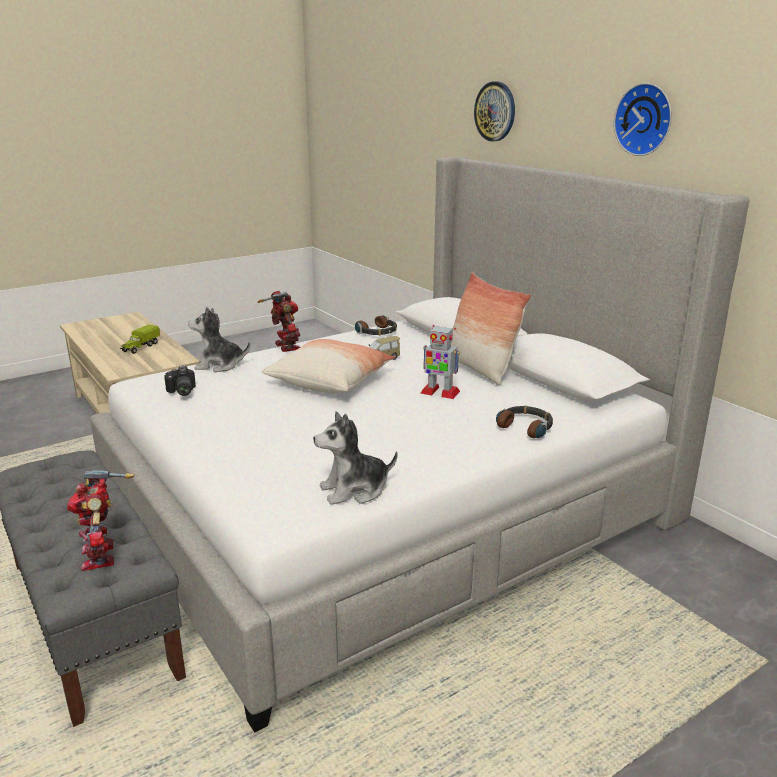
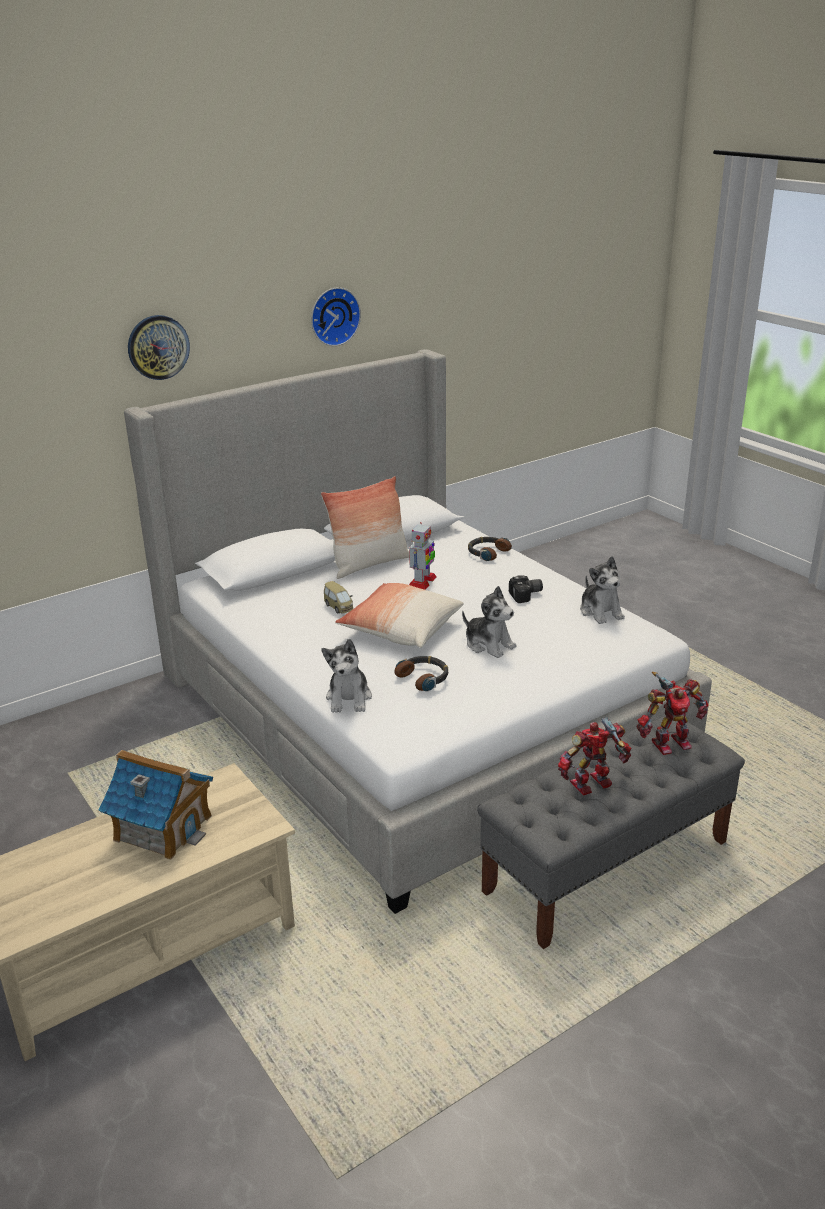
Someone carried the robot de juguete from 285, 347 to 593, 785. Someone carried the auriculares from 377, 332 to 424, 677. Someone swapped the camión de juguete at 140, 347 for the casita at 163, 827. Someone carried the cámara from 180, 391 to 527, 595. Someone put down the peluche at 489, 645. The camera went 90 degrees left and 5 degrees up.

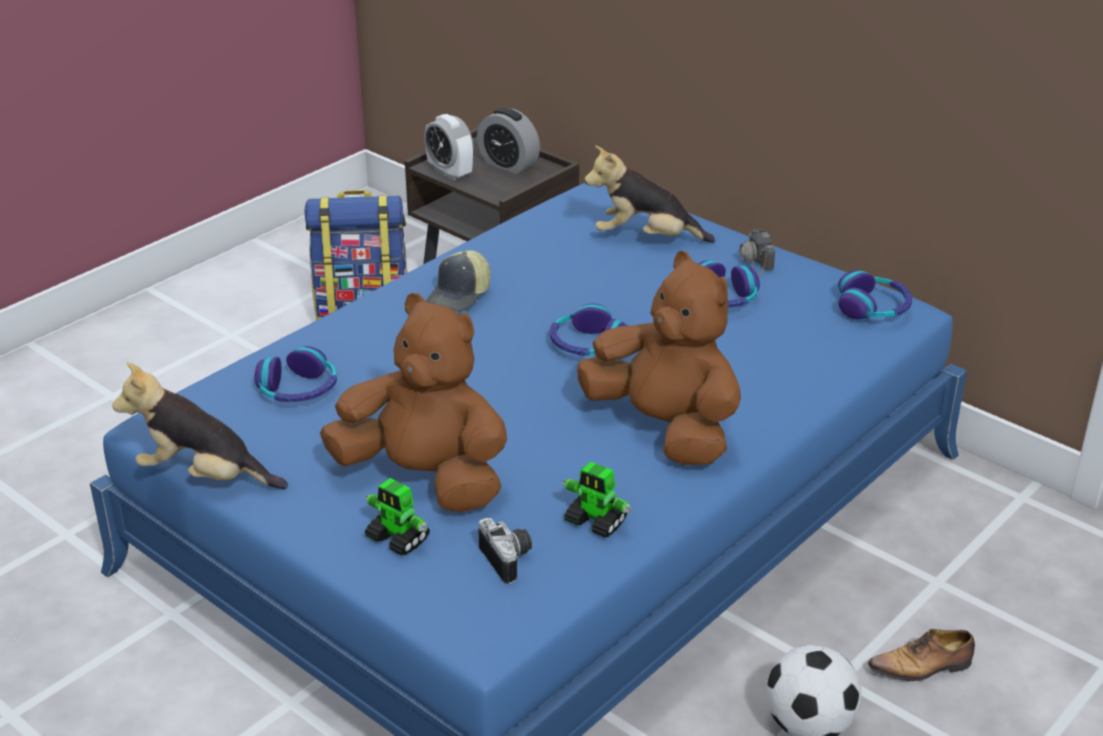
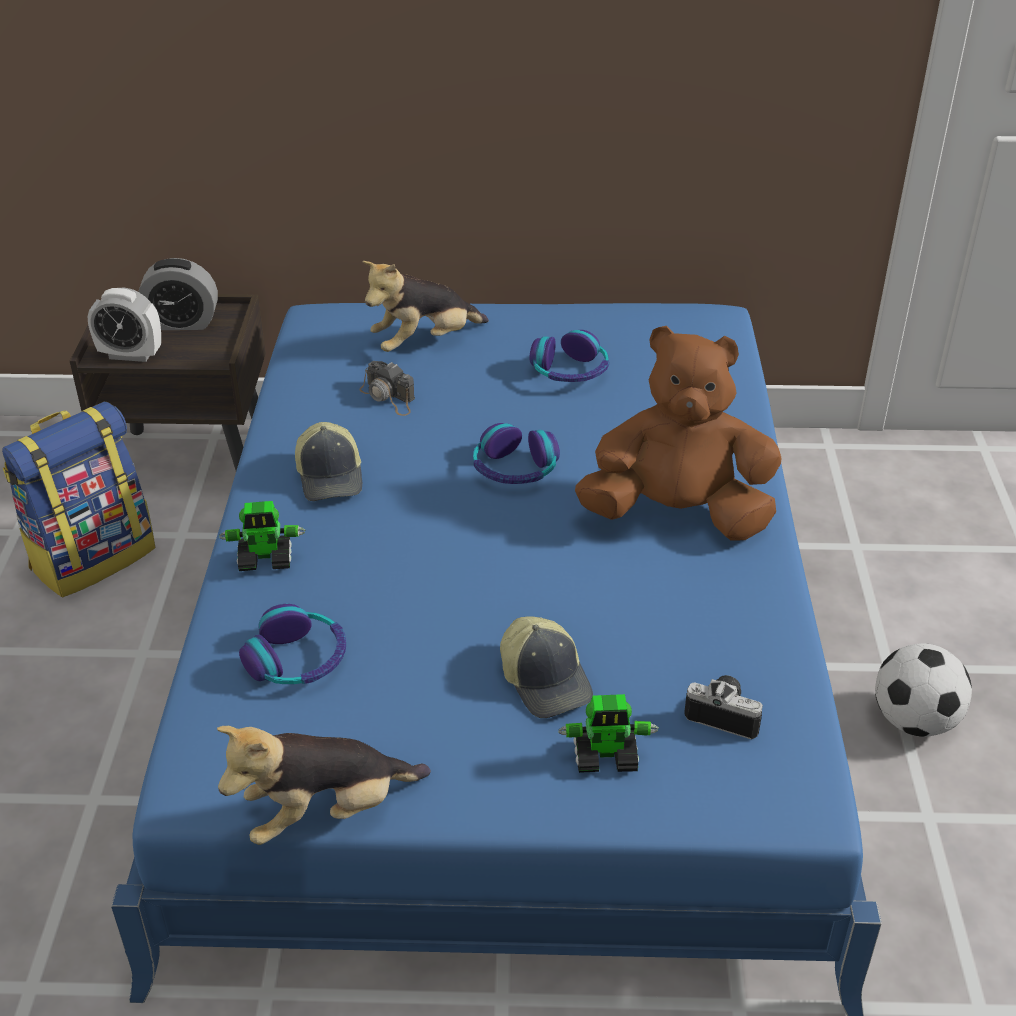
Someone carried the cámara from 755, 261 to 389, 397. Someone took away the auriculares at 873, 308. Someone swapped the peluche/marrón at 425, 478 for the gorra at 546, 680. Someone carried the robot de juguete from 596, 522 to 266, 560. Someone took away the zapato at 922, 667. The camera went 40 degrees left and 5 degrees up.

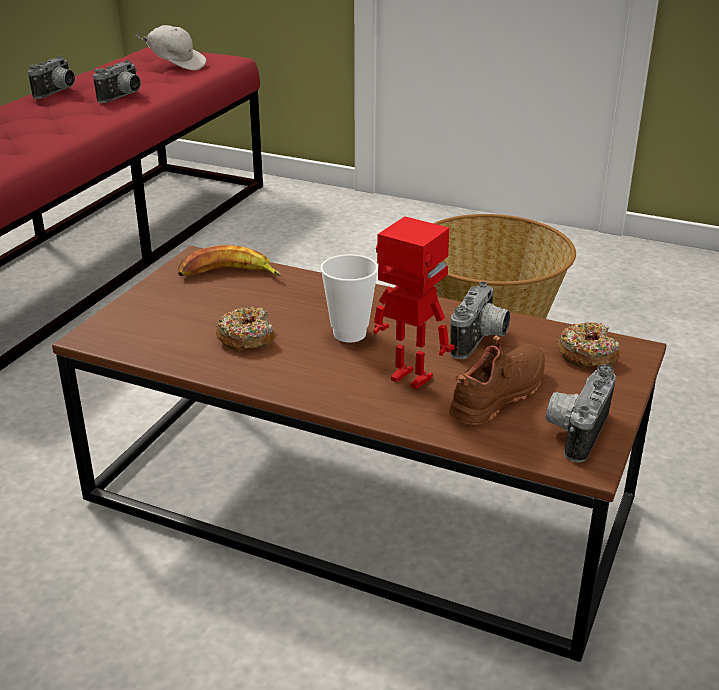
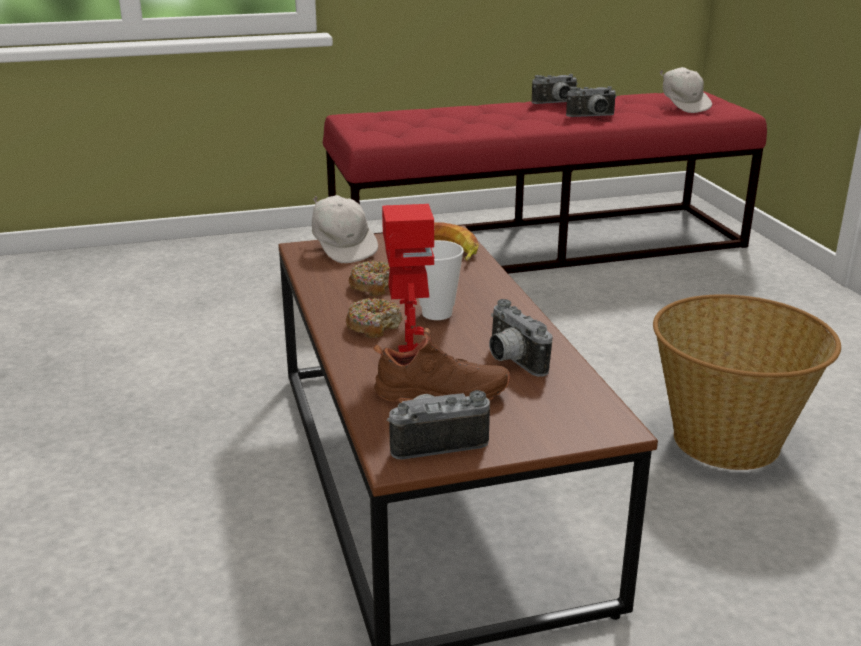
Someone rotated the cámara at 481, 341 by 75 degrees clockwise. Someone carried the rosquilla from 586, 354 to 373, 326. Someone put down the gorra/blanco at 343, 248. The camera went 50 degrees right and 5 degrees down.

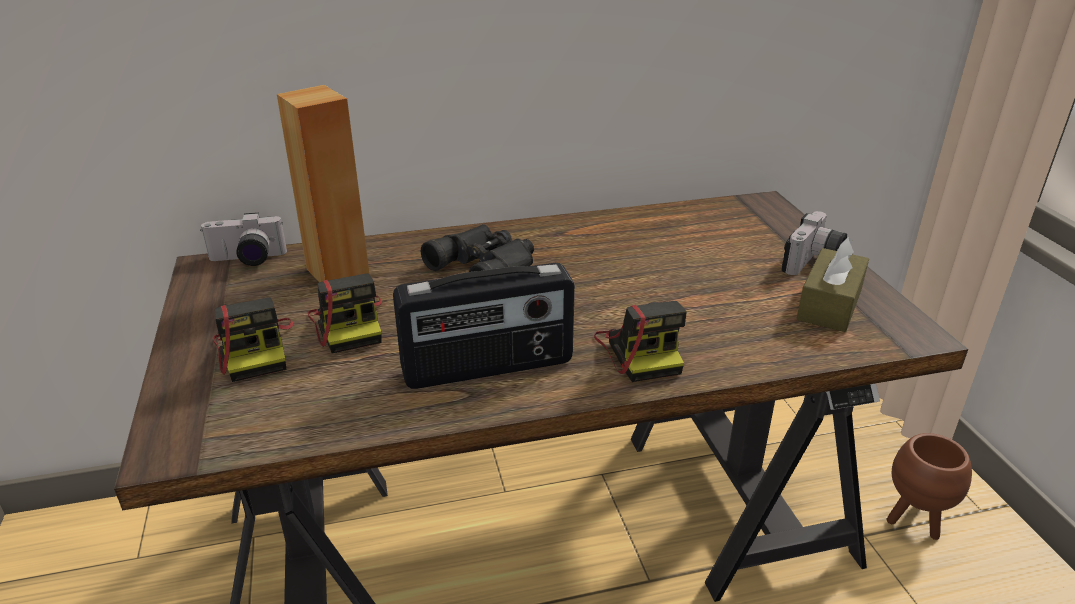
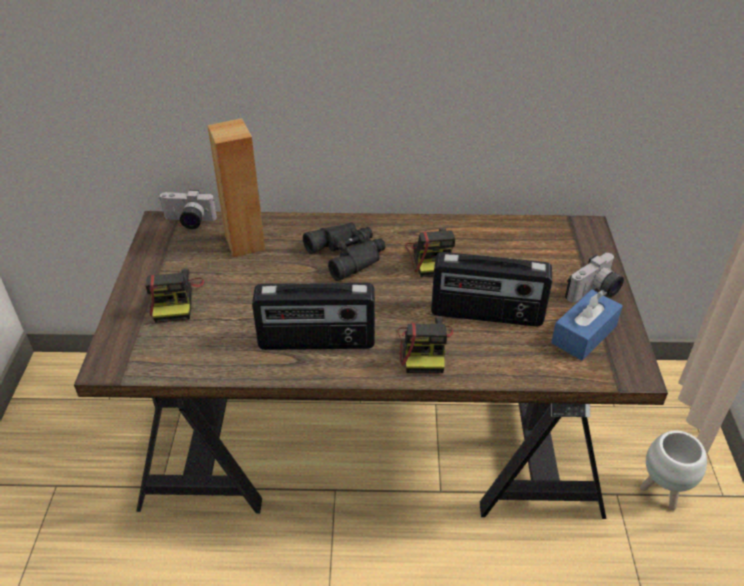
Someone repainted the caja de pañuelos/marrón at 829, 305, which became the caja de pañuelos/azul at 584, 334. Someone carried the cámara from 349, 324 to 432, 257. Someone repainted the maceta/marrón at 914, 522, which became the maceta/blanco at 662, 493. Someone put down the radio at 486, 314. The camera went 15 degrees right and 10 degrees up.

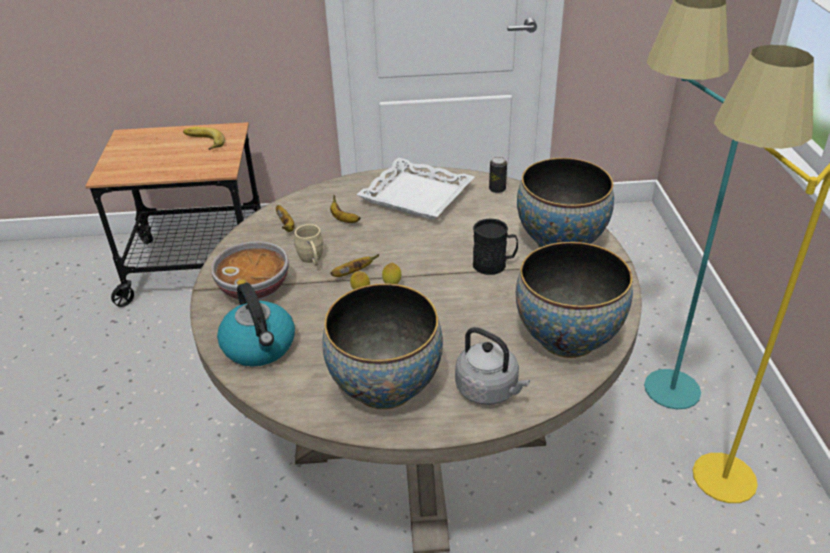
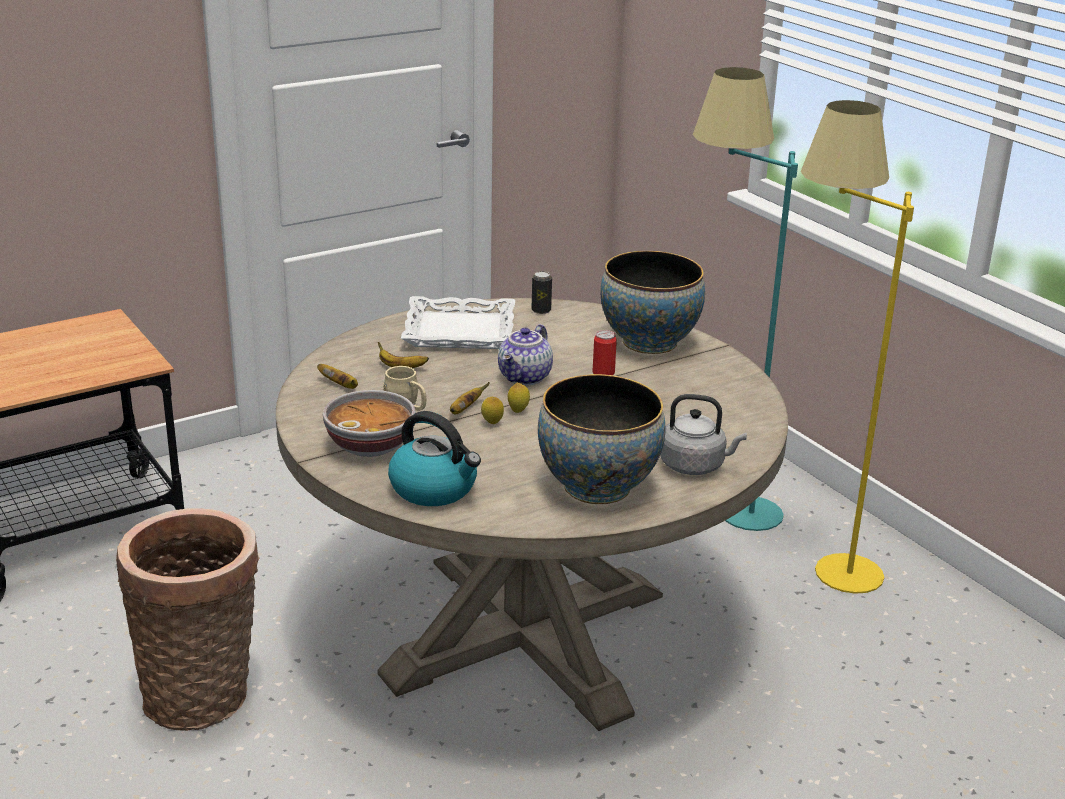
Someone took away the plátano at 202, 142. Someone swapped the taza grande/negro at 494, 264 for the lata at 603, 373. Someone took away the cuenco at 567, 338. Someone put down the tetera at 525, 378. Someone put down the cesta at 203, 695. The camera went 30 degrees left and 10 degrees down.

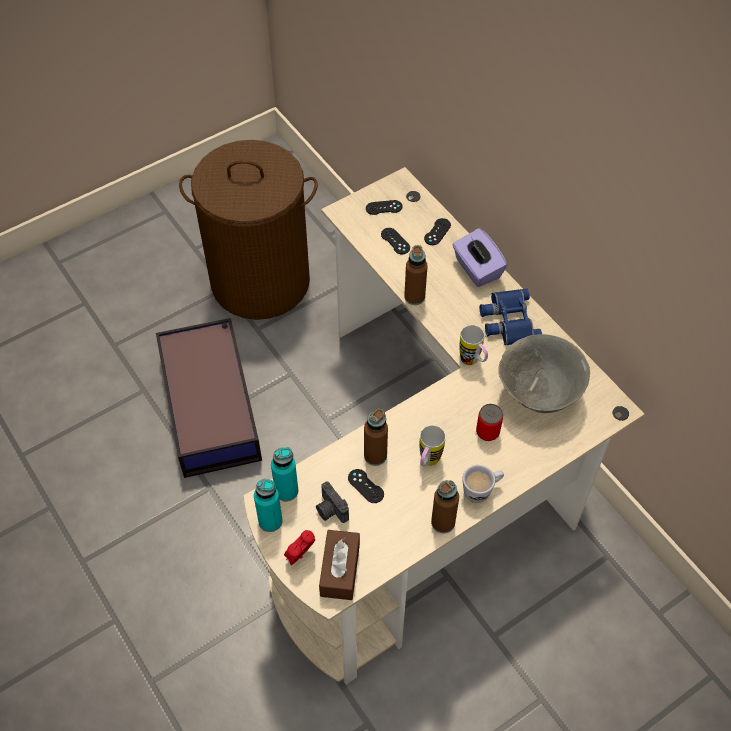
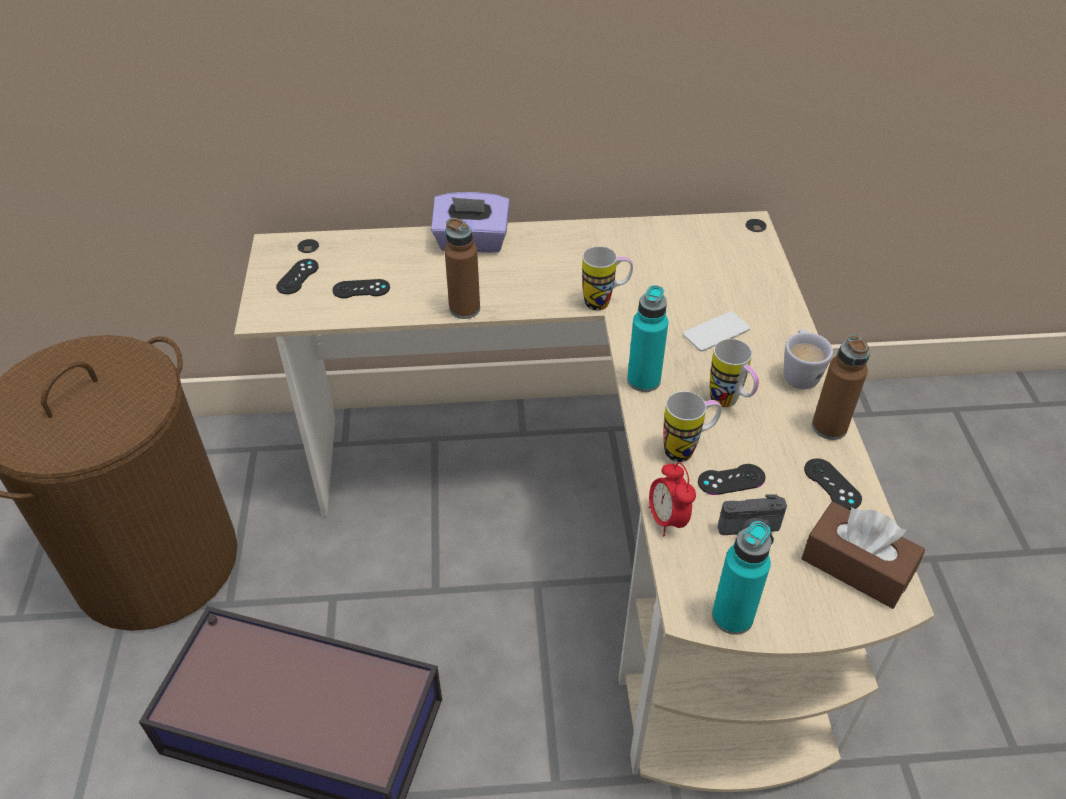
Someone carried the mando de consola/negro from 437, 232 to 832, 484. Someone took away the prismáticos/azul at 507, 320. Someone took away the cuenco/gris at 539, 394. Someone swapped the lata at 487, 432 for the móvil at 716, 332. Someone swapped the botella/marrón at 375, 455 for the taza grande at 687, 449. Someone carried the botella/turquesa from 286, 491 to 643, 380. Someone carried the despertador from 300, 556 to 667, 519. The camera went 60 degrees left and 10 degrees down.

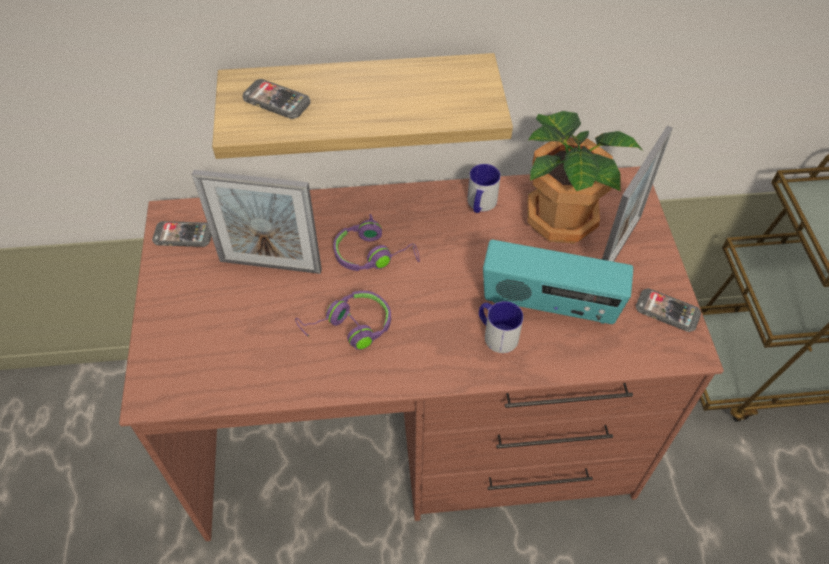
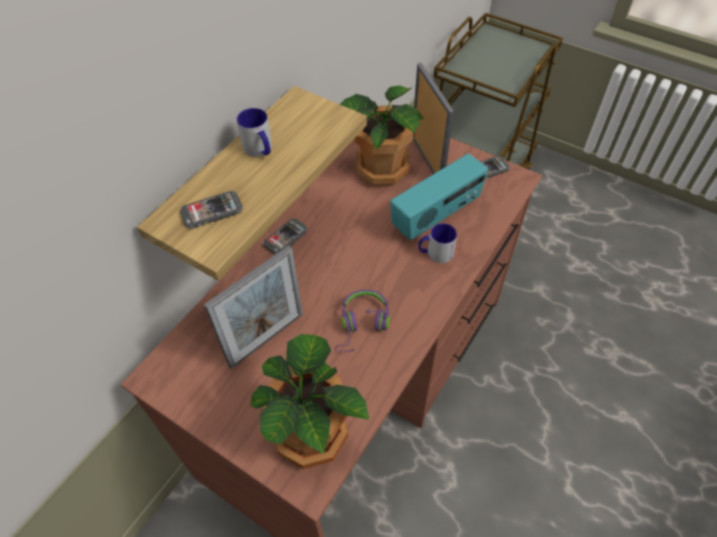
Someone carried the taza grande from 480, 204 to 260, 150. Someone took away the auriculares/morado at 374, 254. Someone carried the móvil from 183, 235 to 285, 237. Someone put down the planta en maceta at 313, 432. The camera went 50 degrees left and 0 degrees up.

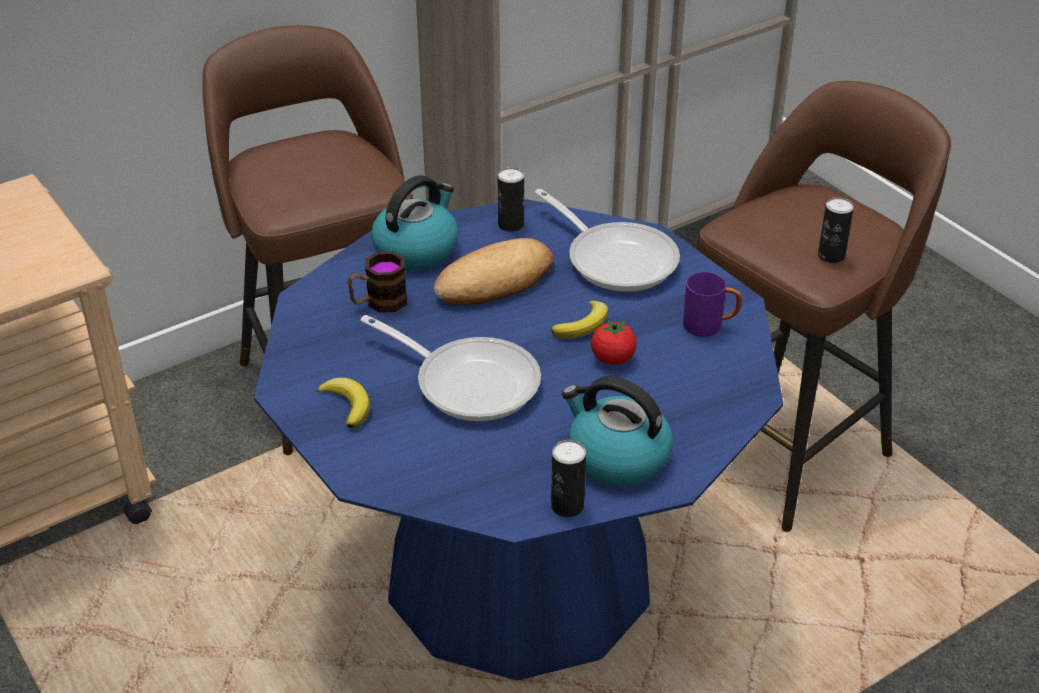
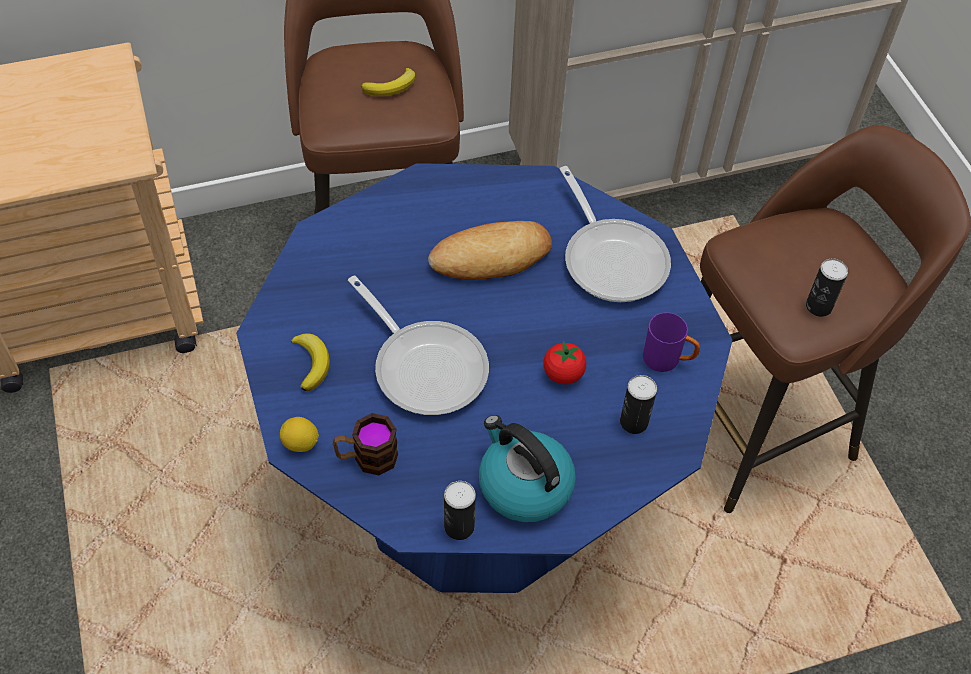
Someone carried the lata from 511, 225 to 634, 422. Someone took away the hervidor at 416, 249. Someone carried the taza grande from 378, 303 to 366, 457. Someone carried the plátano from 583, 325 to 391, 87. Someone put down the limón at 300, 443. The camera went 15 degrees right and 15 degrees up.

